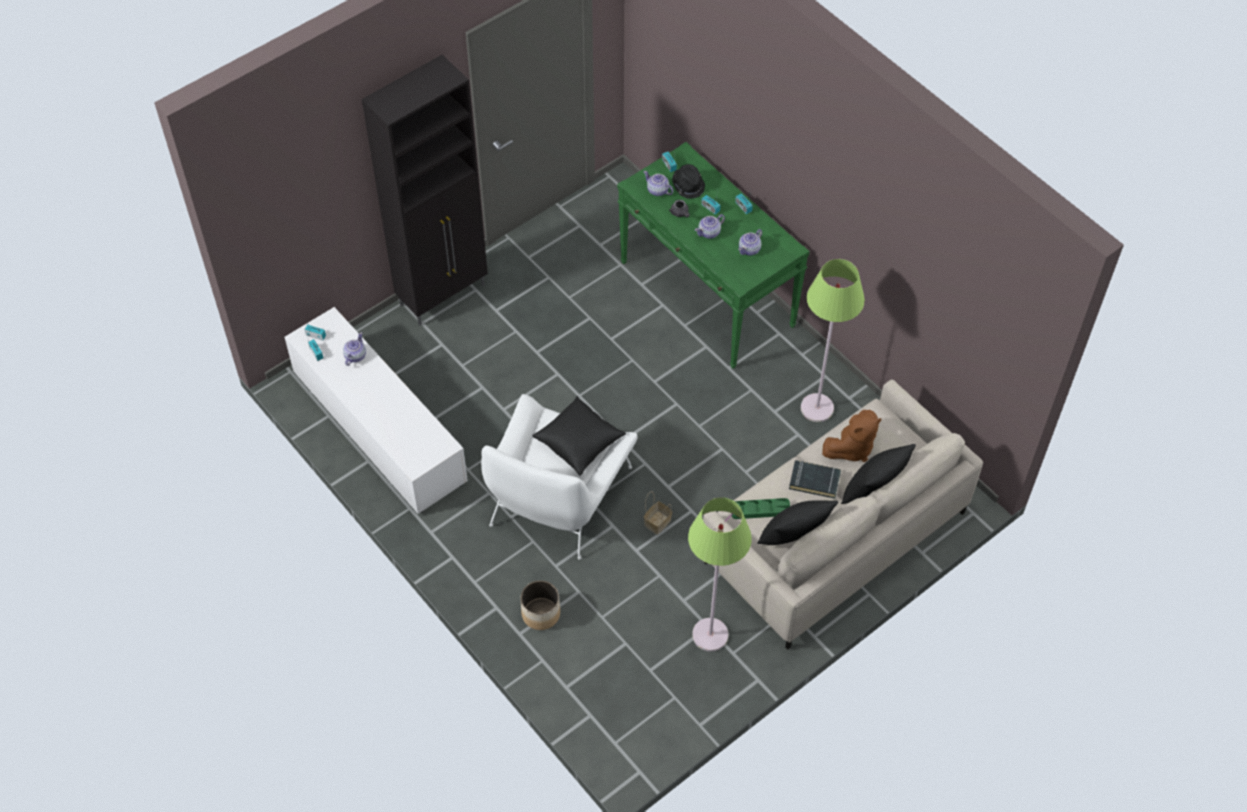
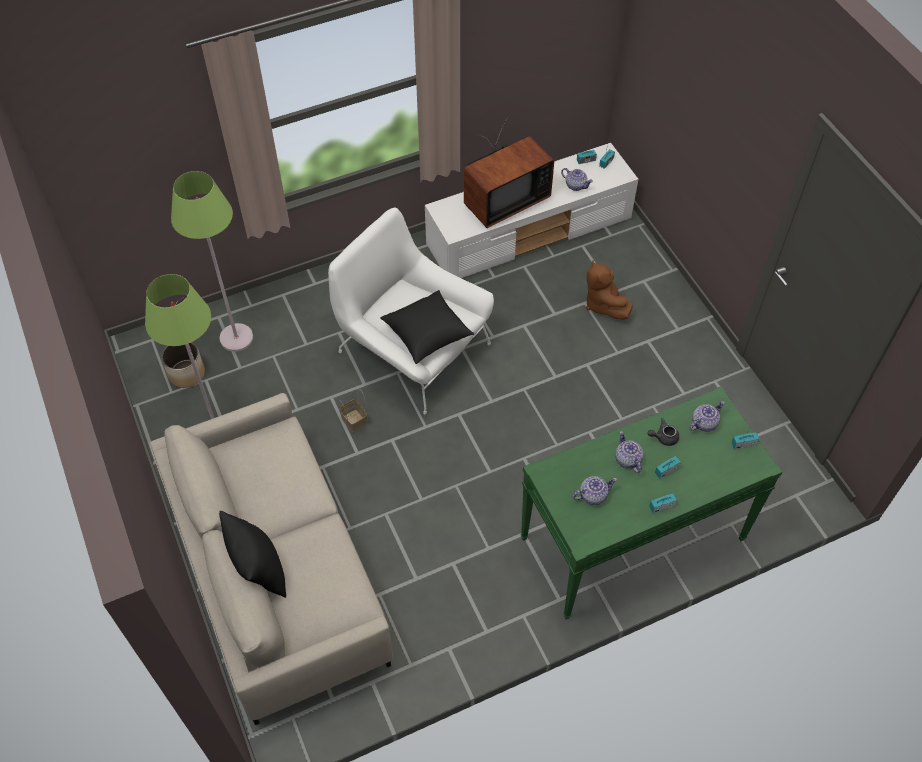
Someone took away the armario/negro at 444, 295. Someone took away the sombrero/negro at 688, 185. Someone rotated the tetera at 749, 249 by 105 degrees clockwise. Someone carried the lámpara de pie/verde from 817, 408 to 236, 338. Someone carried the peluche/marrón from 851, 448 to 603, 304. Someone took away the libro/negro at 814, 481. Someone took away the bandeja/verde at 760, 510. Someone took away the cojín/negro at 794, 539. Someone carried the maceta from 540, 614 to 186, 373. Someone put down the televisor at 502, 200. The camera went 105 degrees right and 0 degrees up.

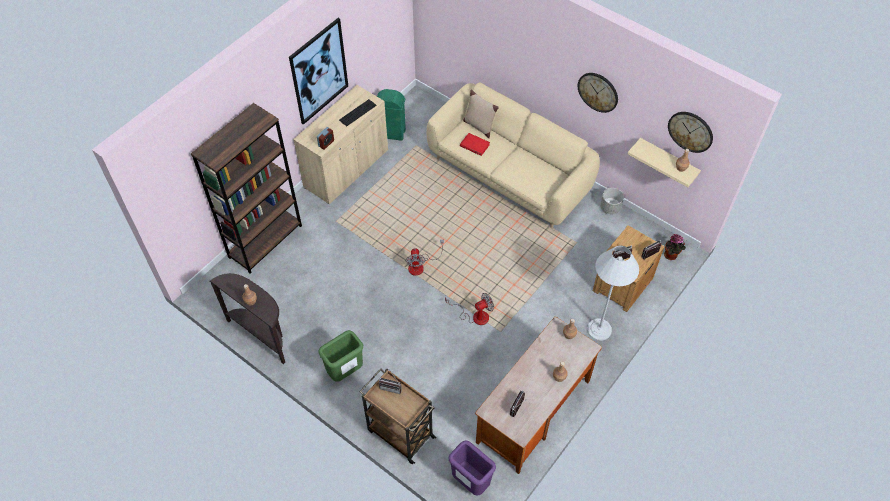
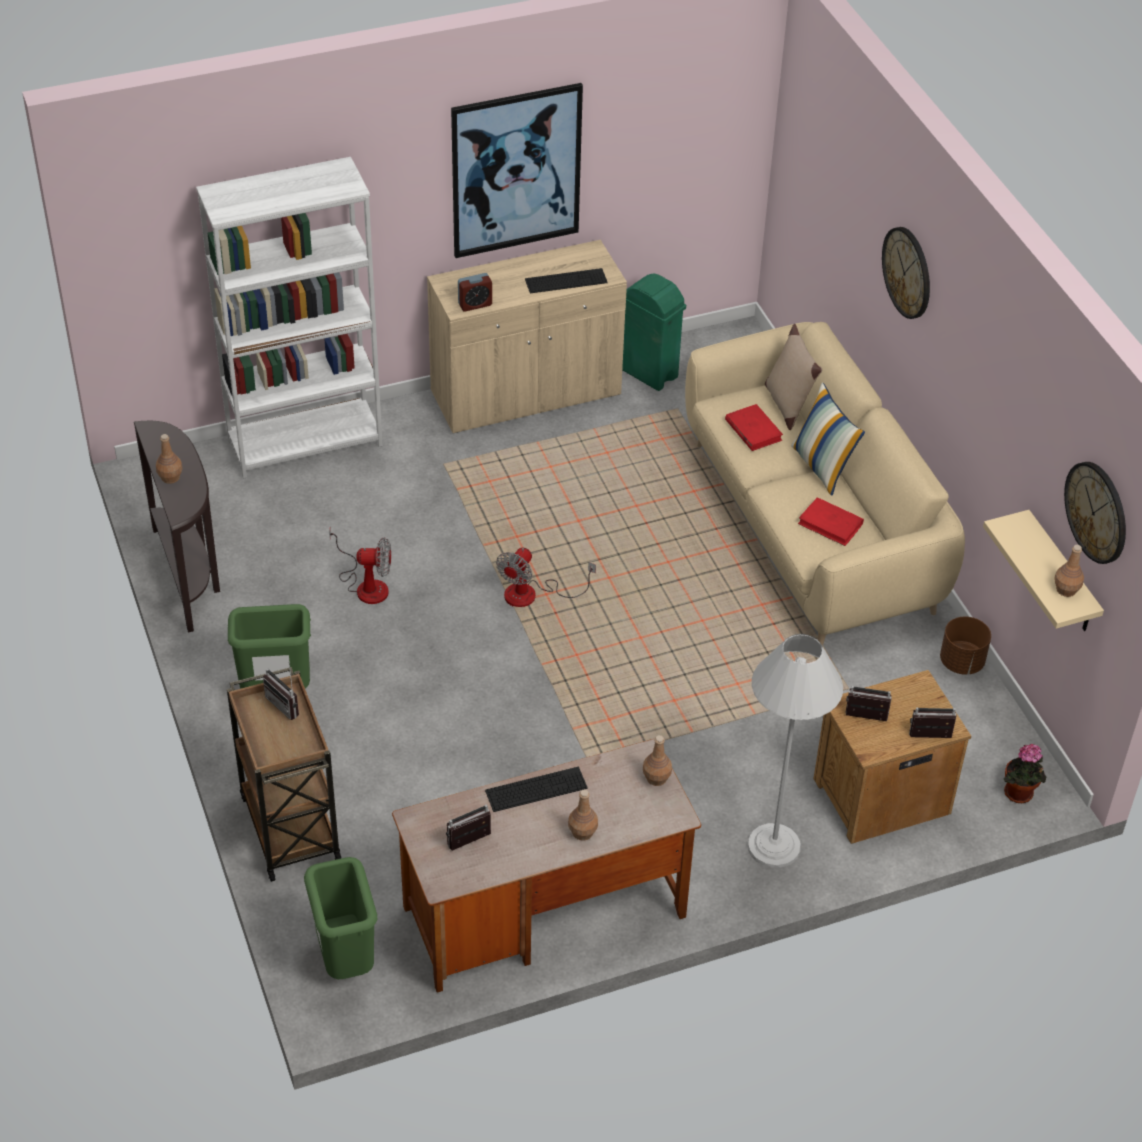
Someone carried the reloj de pared from 598, 92 to 907, 272. Someone repainted the estantería/marrón at 265, 241, which became the estantería/blanco at 305, 443. Someone repainted the maceta/gris at 610, 208, which became the maceta/marrón at 962, 662. Someone carried the ventilador from 475, 316 to 366, 585. Someone repainted the papelera/morado at 470, 482, which became the papelera/verde at 345, 960. Someone put down the cojín at 822, 467. Someone put down the libro/rojo at 830, 524. Someone put down the teclado at 536, 789. The camera went 30 degrees right and 10 degrees down.

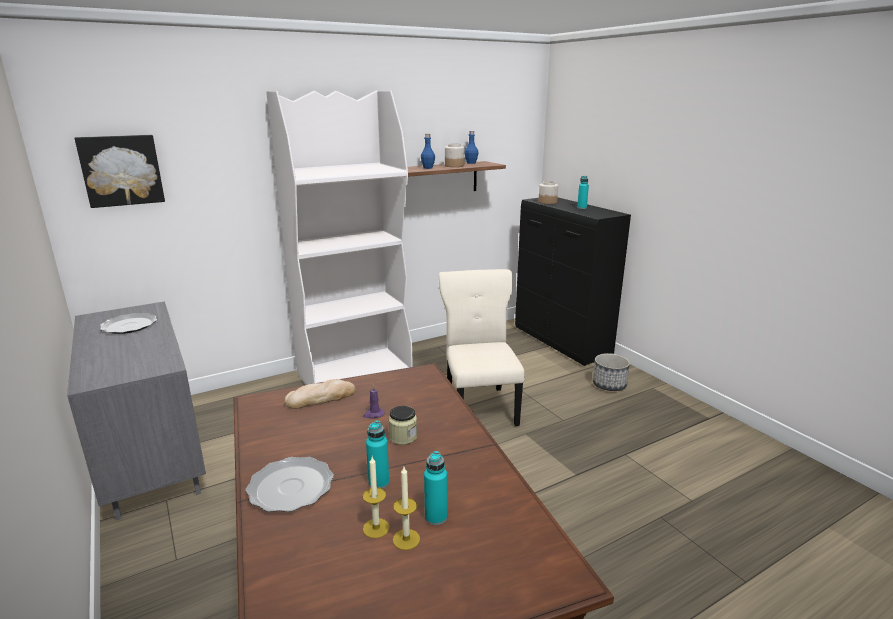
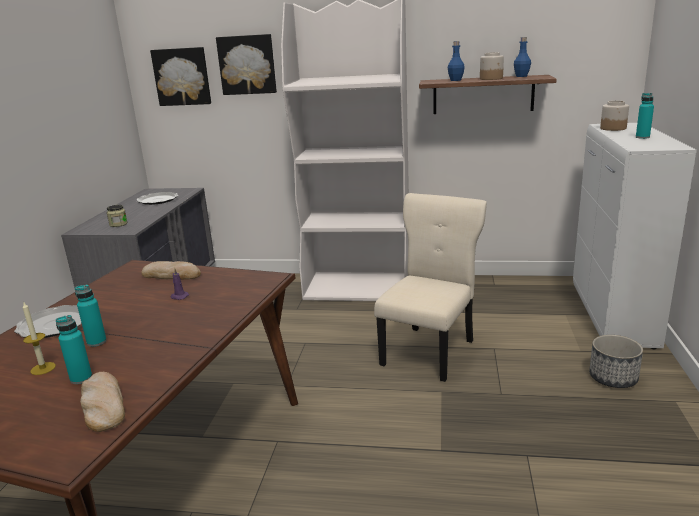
Someone repainted the armario/negro at 562, 343, which became the armario/blanco at 613, 316. Someone carried the tarro from 403, 437 to 118, 224. Someone took away the vela at 406, 539. Someone put up the cuadro at 247, 65. Someone put down the pan at 103, 404. The camera went 40 degrees right and 0 degrees up.

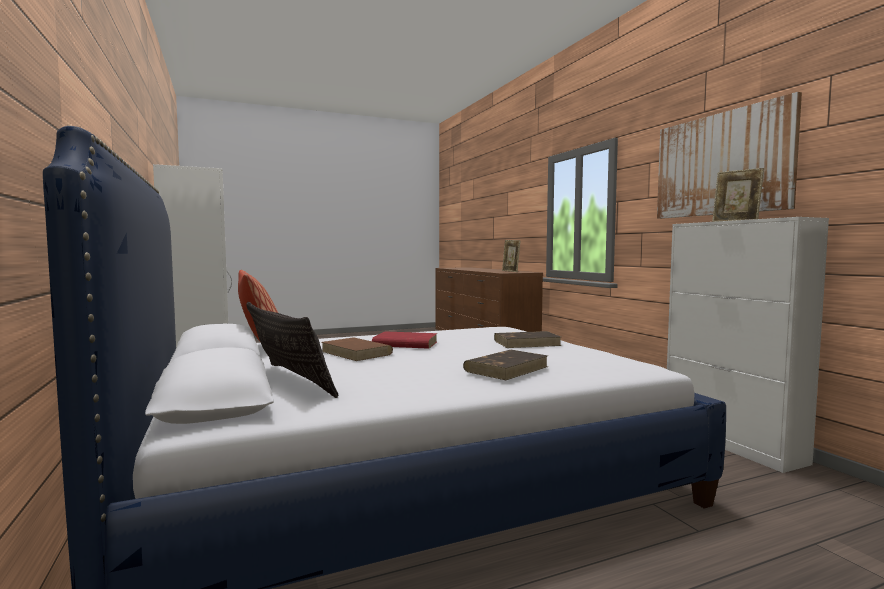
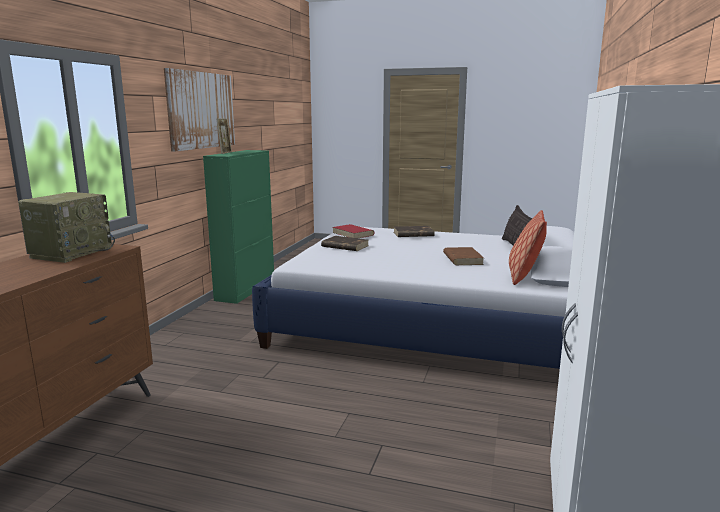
Someone repainted the armario/blanco at 731, 443, which became the armario/verde at 246, 289. Someone swapped the portarretratos at 510, 271 for the radio at 72, 252. Someone carried the libro/rojo from 404, 344 to 353, 234. The camera went 140 degrees left and 10 degrees up.

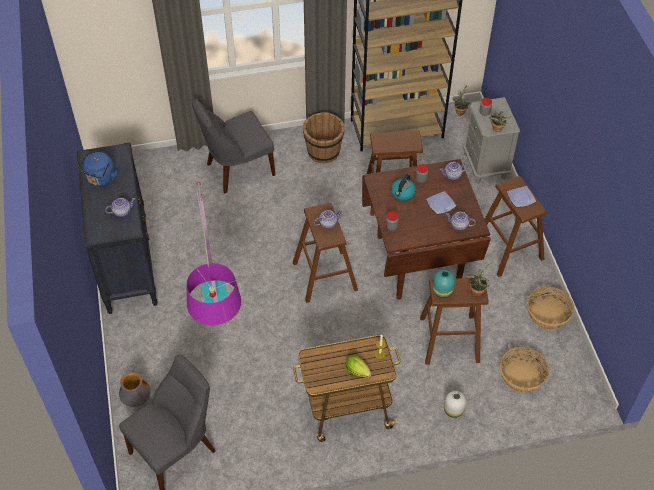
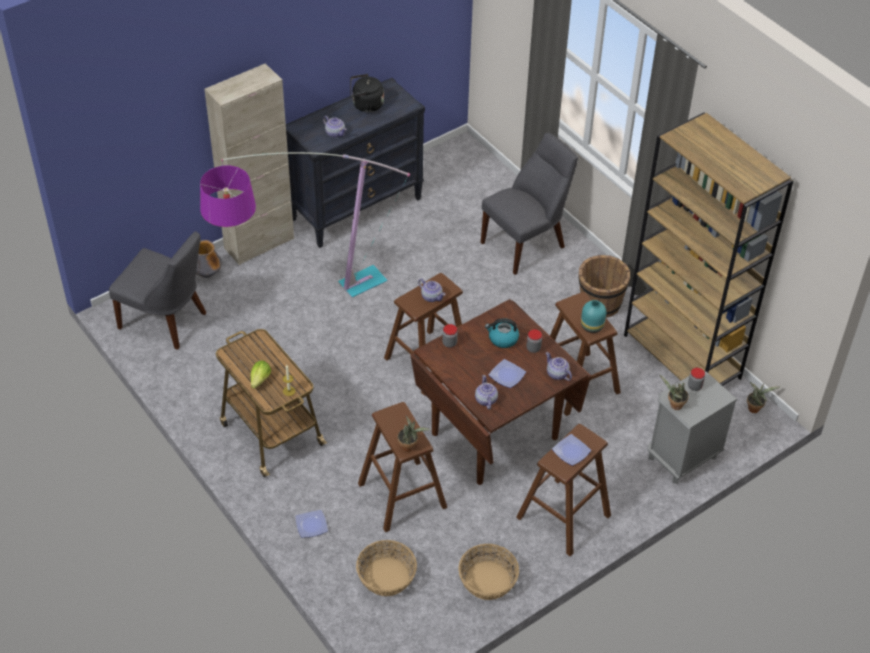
Someone rotated the silla/gris at 237, 170 by 105 degrees clockwise. Someone repainted the hervidor/azul at 100, 179, which became the hervidor/negro at 366, 105. Someone carried the florero/turquesa from 442, 291 to 592, 326. Someone swapped the florero/blanco at 453, 410 for the plato at 311, 525. Someone put down the armario/beis at 259, 243. The camera went 65 degrees right and 5 degrees down.

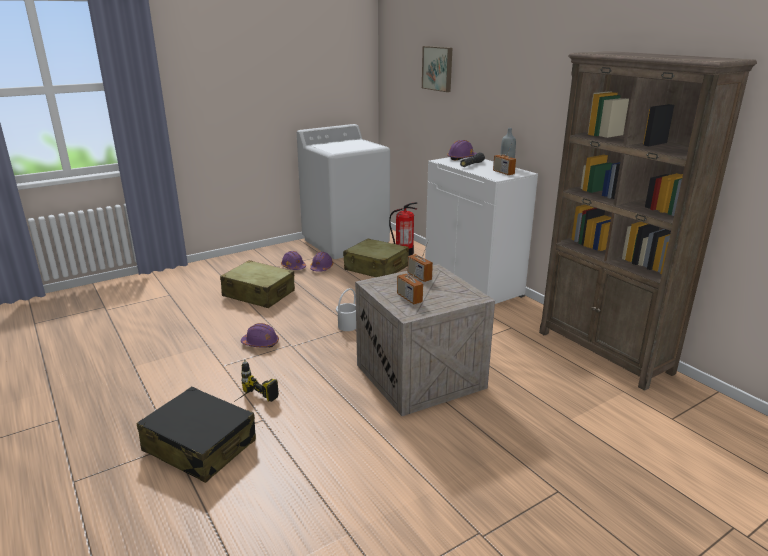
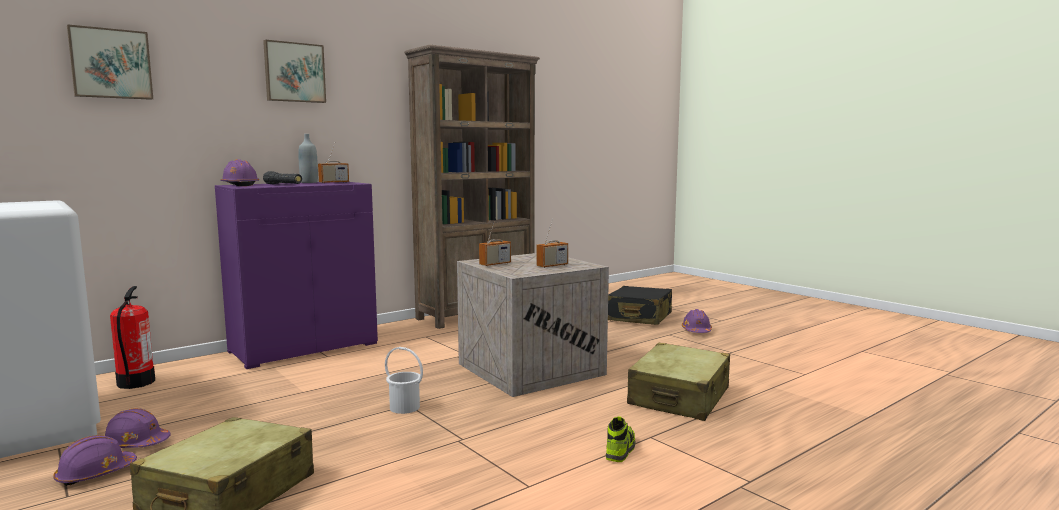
Someone repainted the armario/blanco at 473, 285, which became the armario/morado at 304, 347. Someone carried the maleta/beis from 376, 268 to 679, 397. Someone carried the casco/morado from 260, 343 to 696, 331. Someone swapped the taladro at 249, 402 for the zapato at 620, 450. Someone carried the maleta/negro from 200, 446 to 639, 317. Someone put up the cuadro at 294, 72. The camera went 95 degrees left and 15 degrees down.

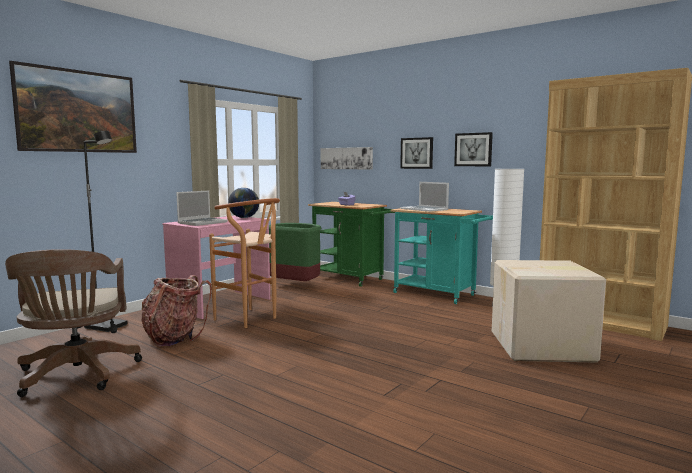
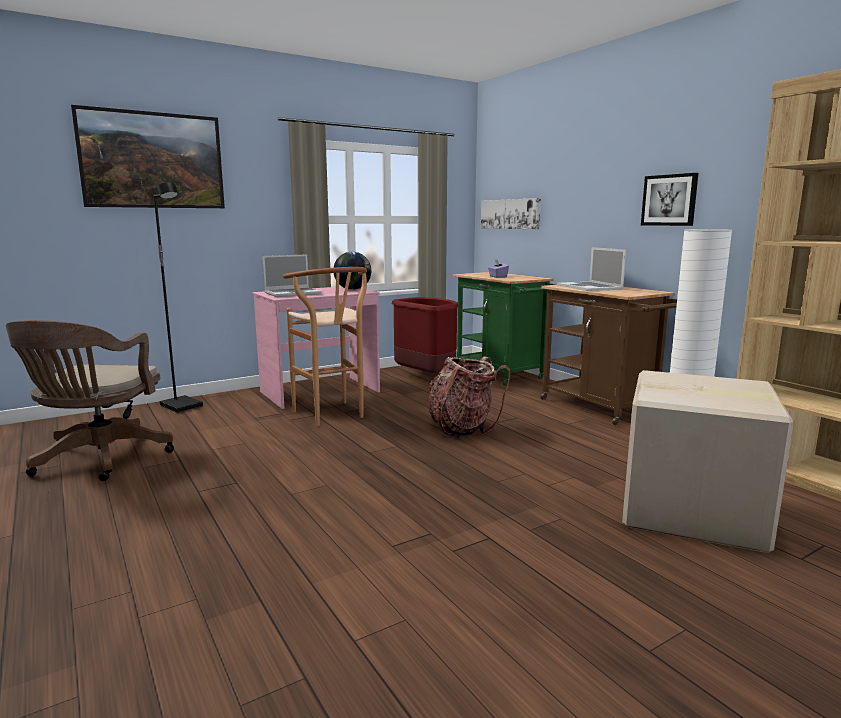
Someone took away the cuadro at 417, 153. Someone repainted the carrito/turquesa at 439, 294, which became the carrito/marrón at 603, 408. Someone repainted the papelera/verde at 295, 285, which became the papelera/rojo at 426, 376. Someone carried the mochila from 174, 337 to 462, 428. The camera went 20 degrees right and 5 degrees up.

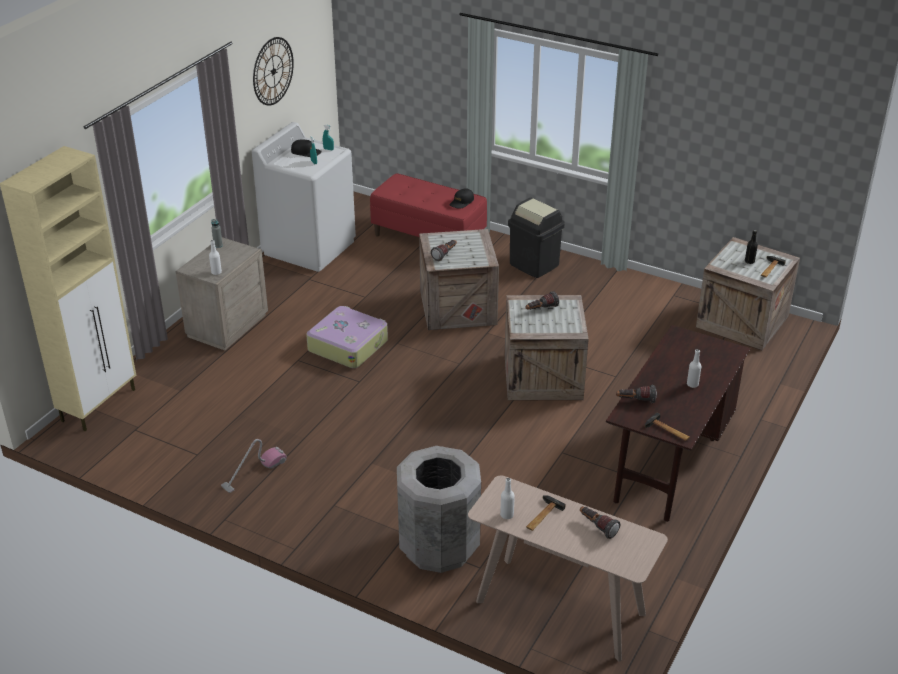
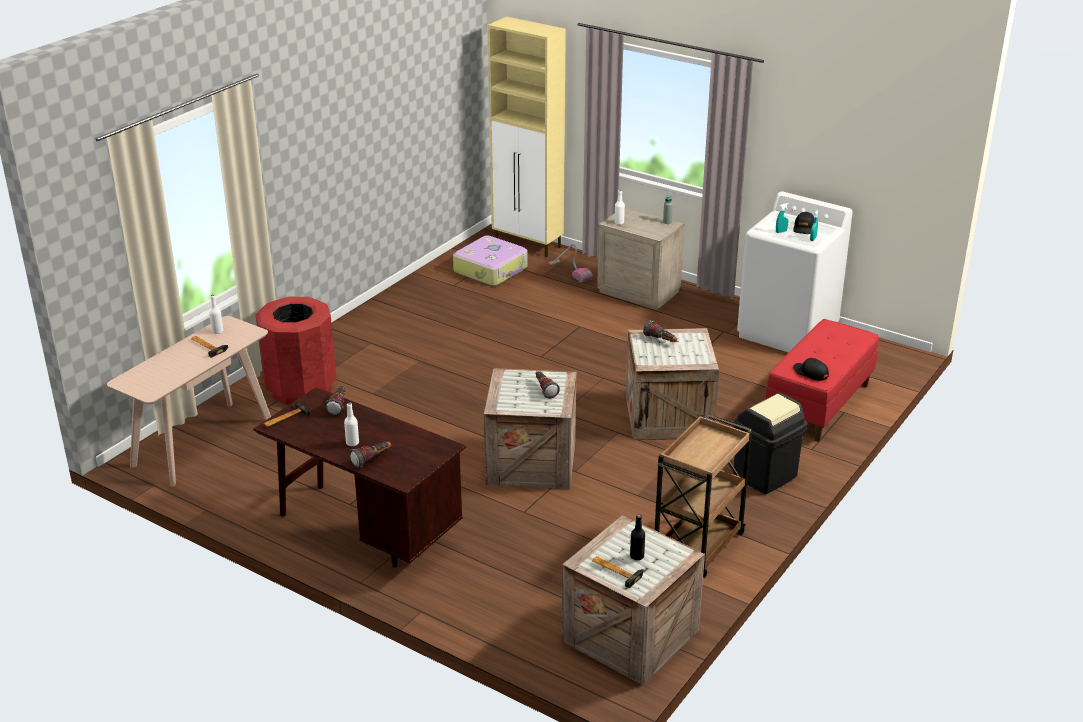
Someone took away the reloj de pared at 273, 71. Someone carried the maleta from 348, 345 to 491, 270. Someone carried the aspiradora from 254, 473 to 570, 271. Someone repainted the papelera/gris at 439, 547, which became the papelera/rojo at 300, 388. Someone carried the linterna from 597, 527 to 372, 460. Someone put down the carrito/marrón at 698, 547. The camera went 95 degrees right and 5 degrees down.

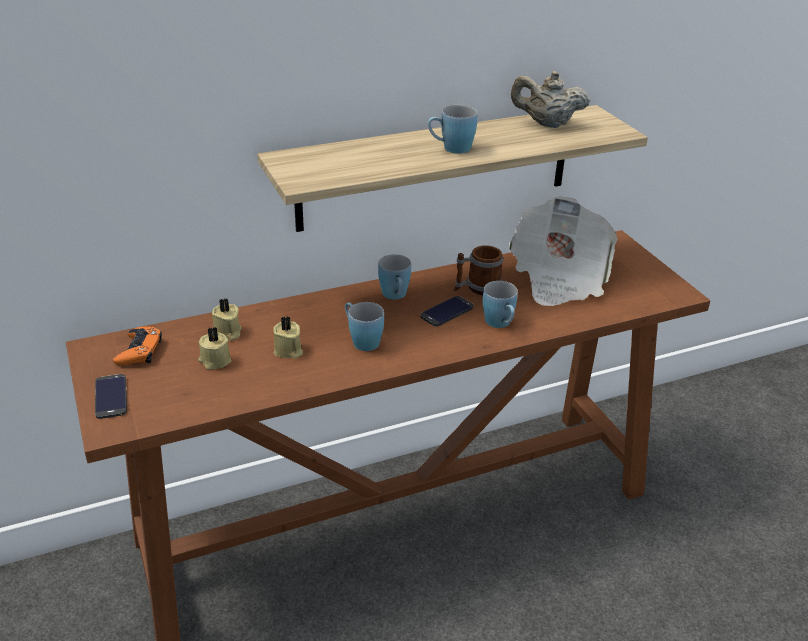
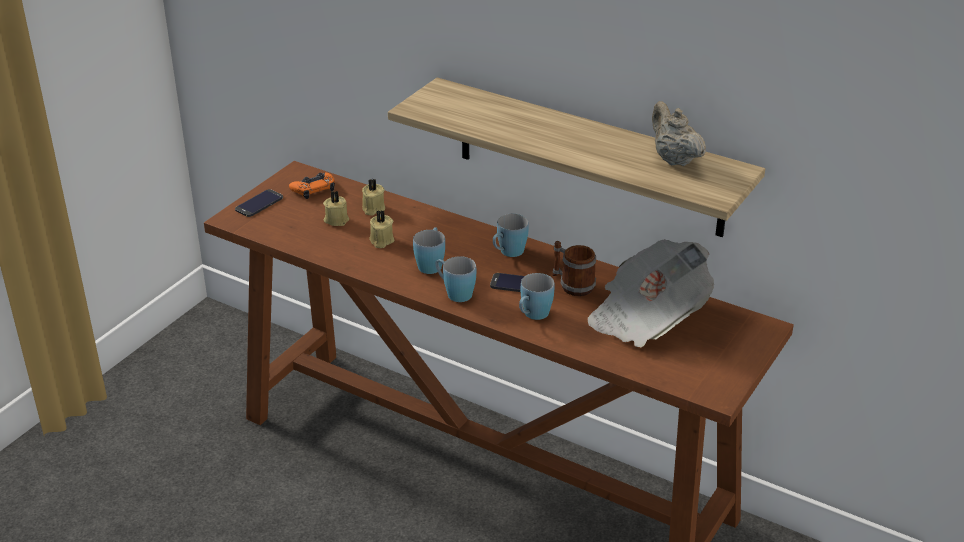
Someone carried the taza grande/azul from 450, 149 to 454, 292. The camera went 55 degrees right and 0 degrees up.

